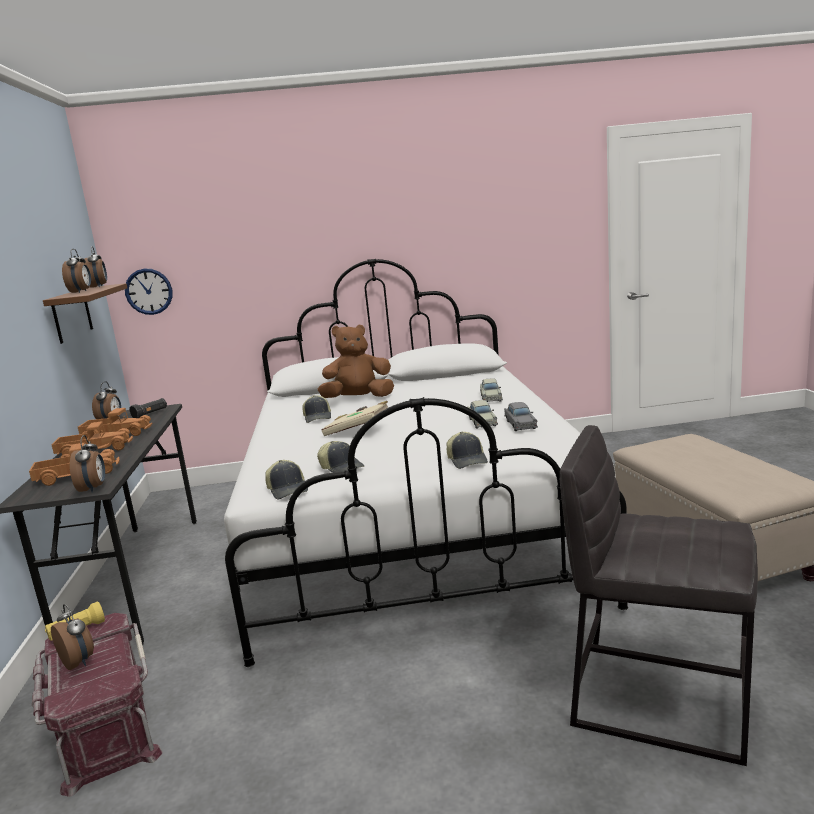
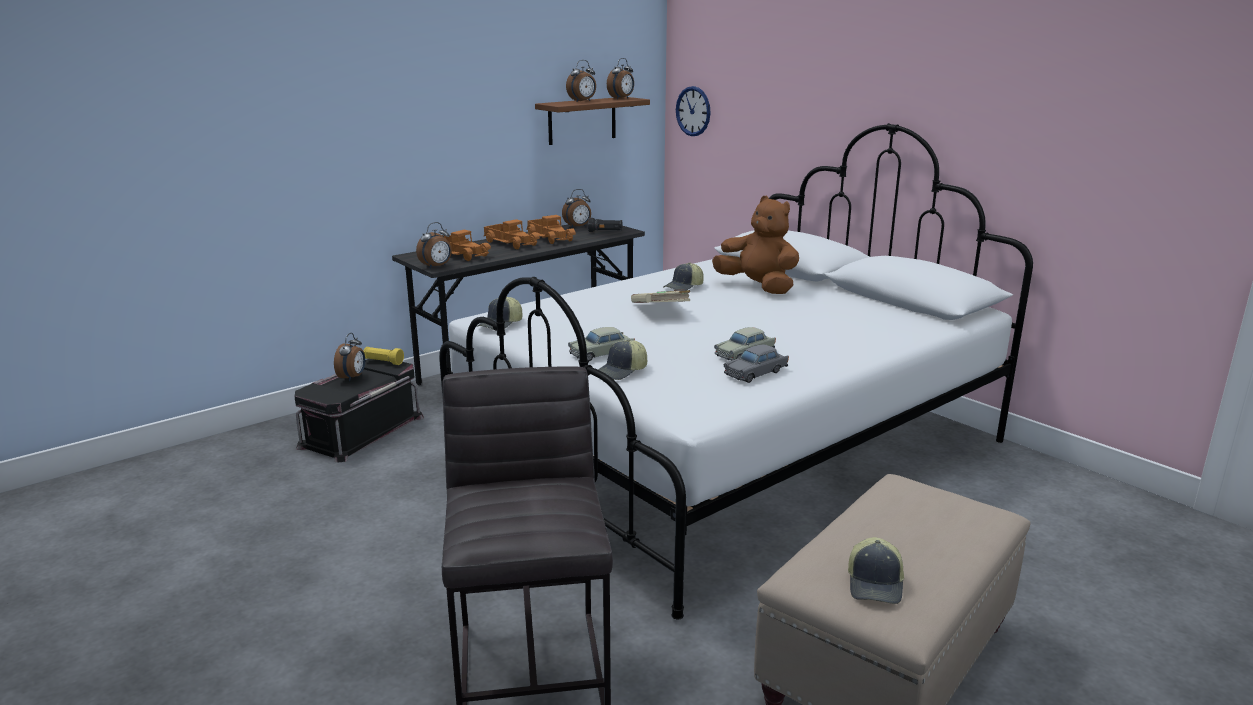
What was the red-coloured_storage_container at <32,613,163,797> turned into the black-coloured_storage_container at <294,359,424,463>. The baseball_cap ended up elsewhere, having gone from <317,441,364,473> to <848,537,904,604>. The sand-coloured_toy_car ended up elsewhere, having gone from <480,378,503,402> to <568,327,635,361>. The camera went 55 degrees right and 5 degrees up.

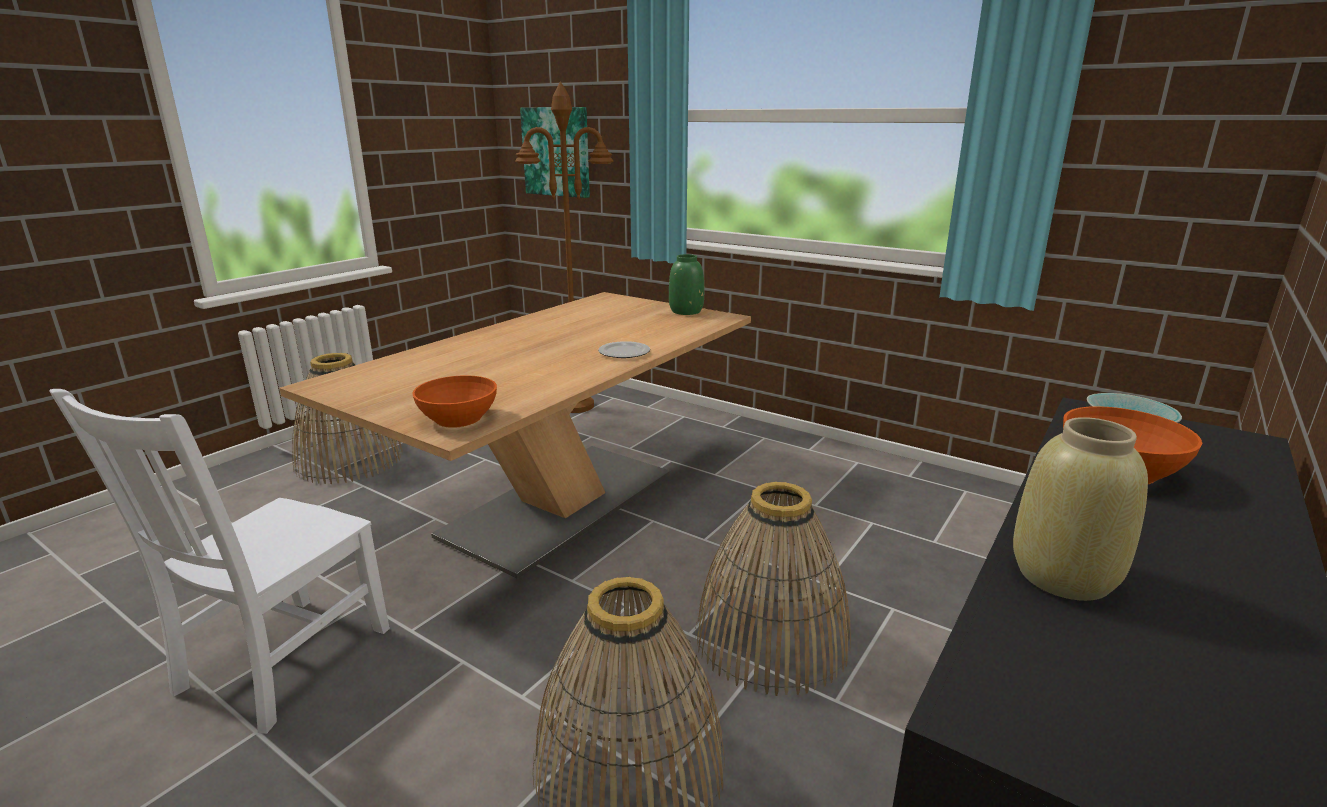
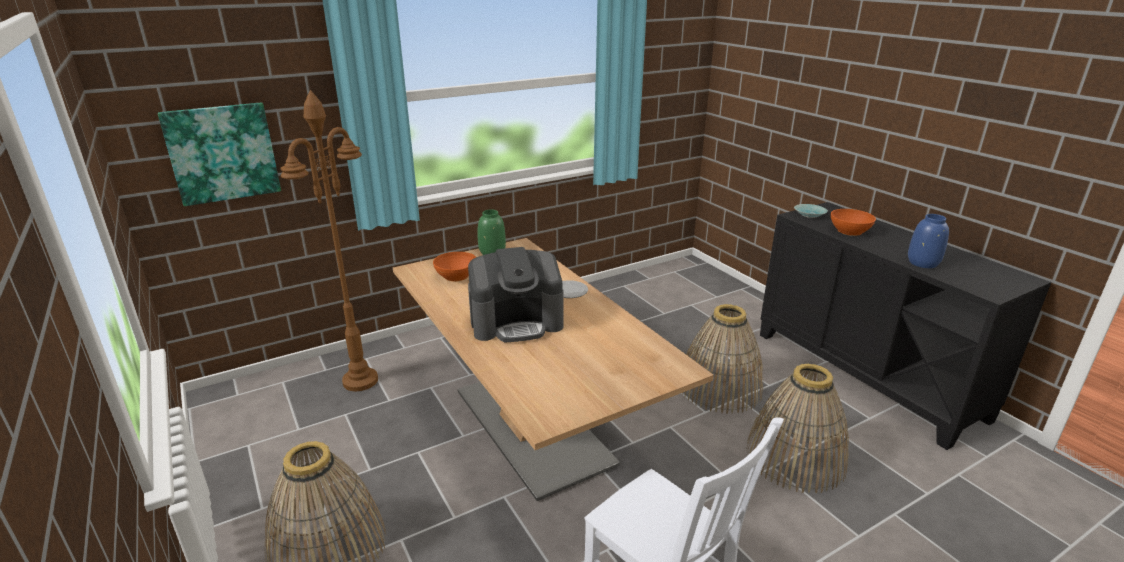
The orangey_deep_dish ended up elsewhere, having gone from <412,375,497,428> to <433,252,476,281>. What was the sand-coloured_decorative_vase at <1013,417,1148,601> turned into the blue_decorative_vase at <908,214,949,268>. The second view gained the coffee_maker at <468,247,563,343>. The camera went 65 degrees left and 5 degrees up.

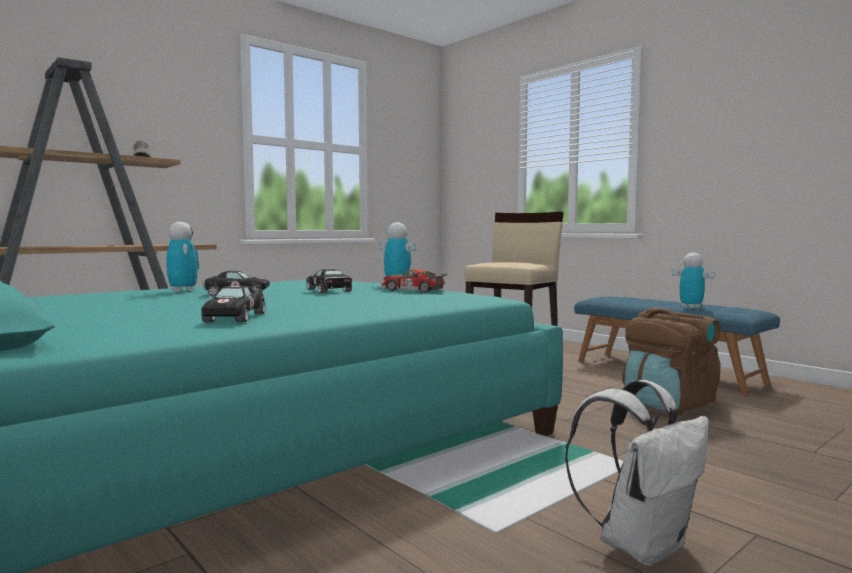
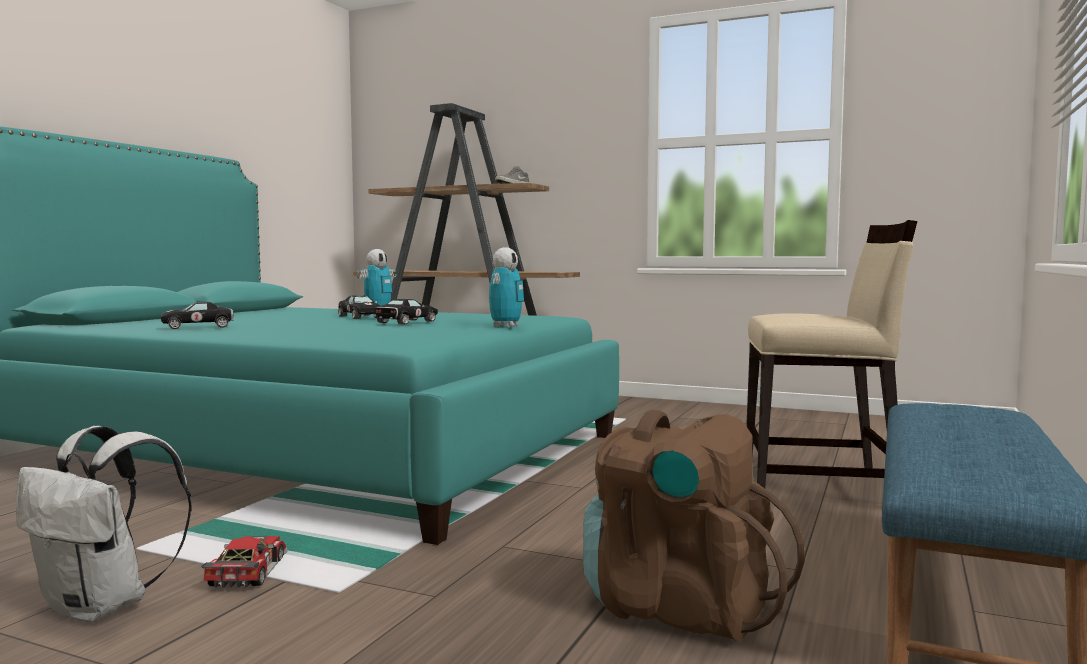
The toy_car ended up elsewhere, having gone from <379,269,447,293> to <202,536,288,588>. The second view lost the model_robot at <672,253,715,308>. The camera went 65 degrees right and 0 degrees up.

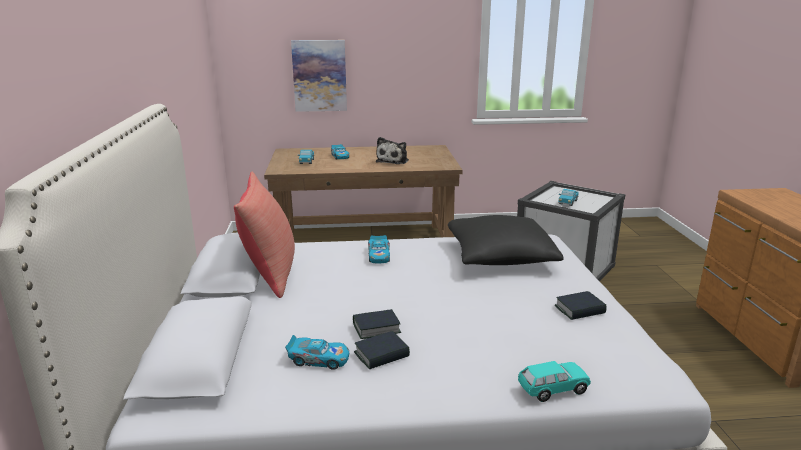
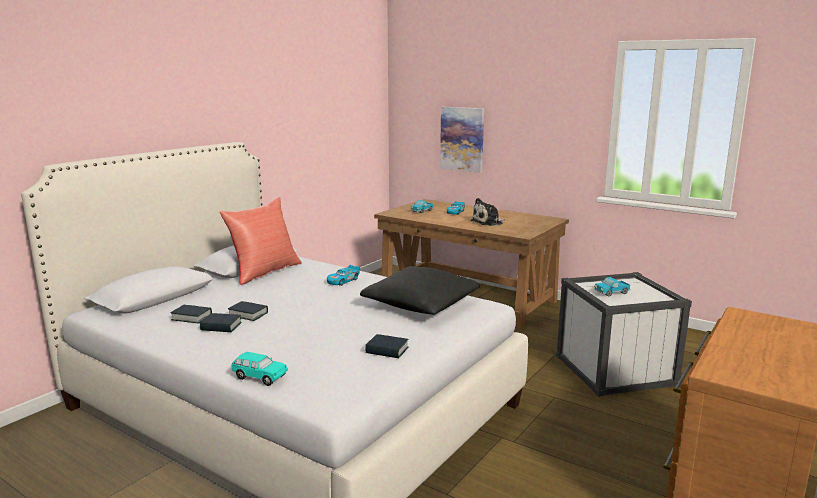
Where the toy_car stood at <285,335,349,370>, the book came to stand at <170,305,212,324>. The camera went 40 degrees right and 5 degrees down.

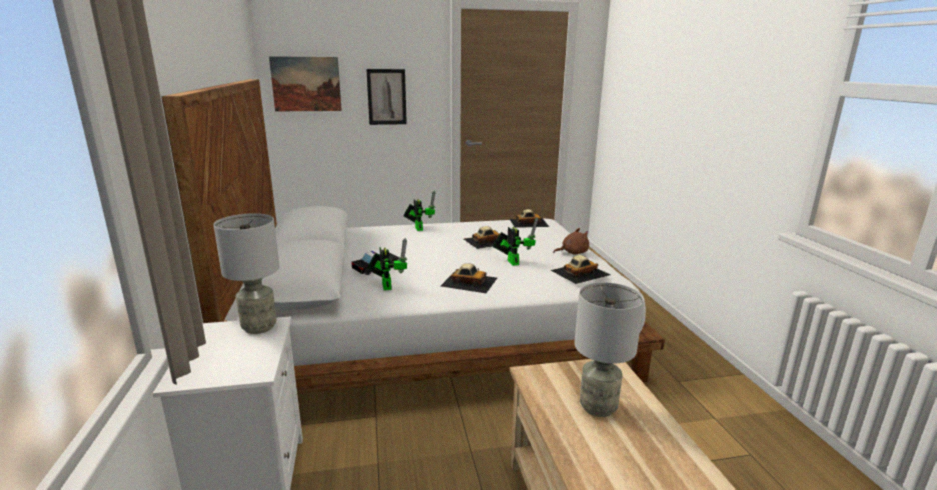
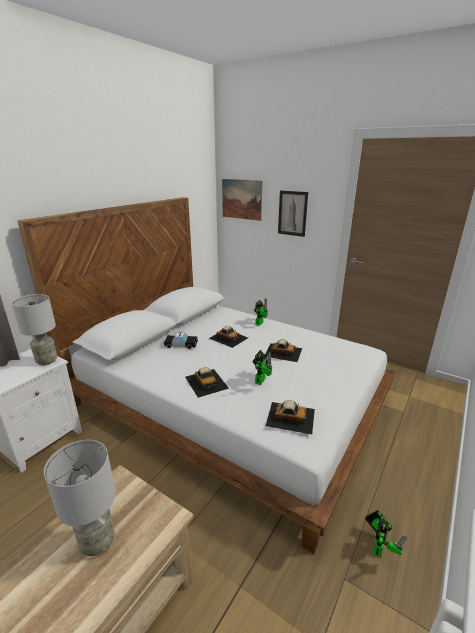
The model_robot ended up elsewhere, having gone from <367,238,407,290> to <365,510,407,557>. The toy_car ended up elsewhere, having gone from <510,209,549,228> to <209,326,248,348>. The second view lost the brownish_cuddly_toy at <553,228,589,255>. The camera went 45 degrees right and 5 degrees up.

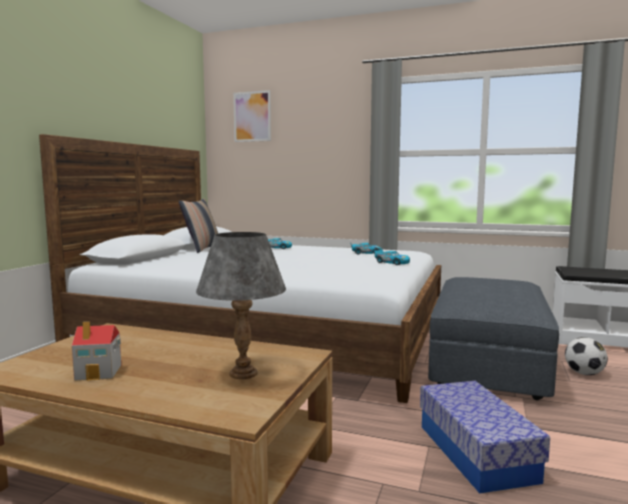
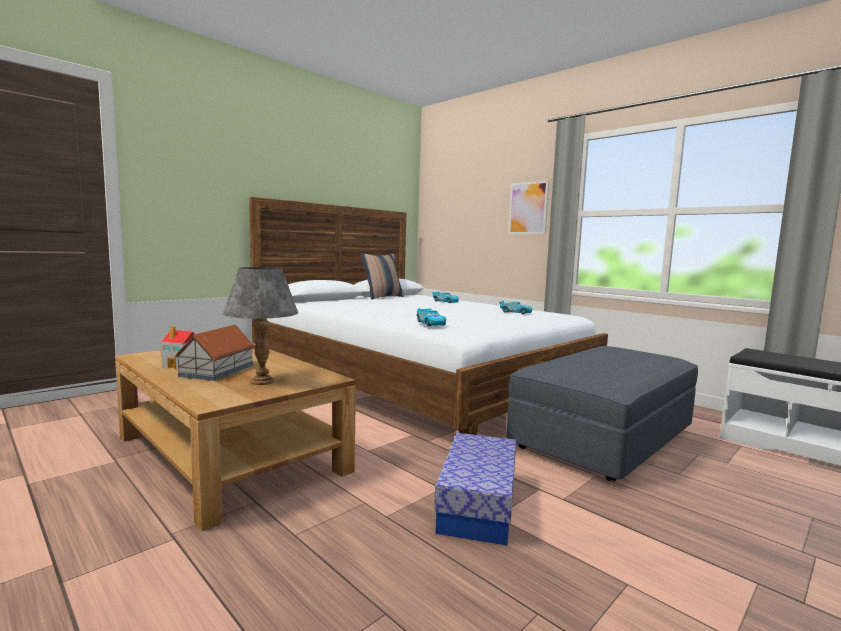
The wall_picture ended up elsewhere, having gone from <233,90,271,142> to <508,180,549,234>. The toy_car ended up elsewhere, having gone from <374,249,410,265> to <417,308,446,326>. The second view lost the football_ball at <565,337,608,375>. The second view gained the toy_house at <174,325,255,381>. The camera went 25 degrees right and 0 degrees up.

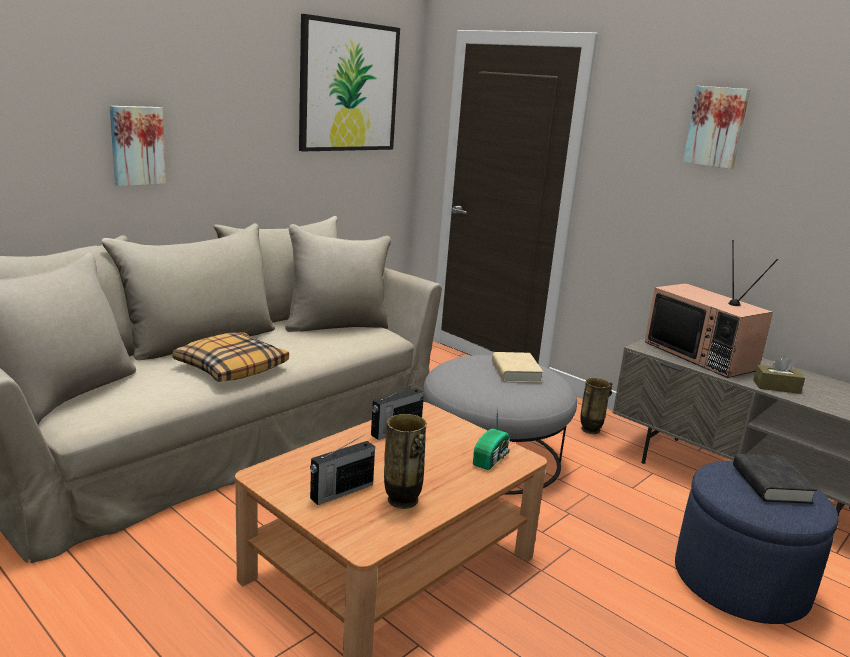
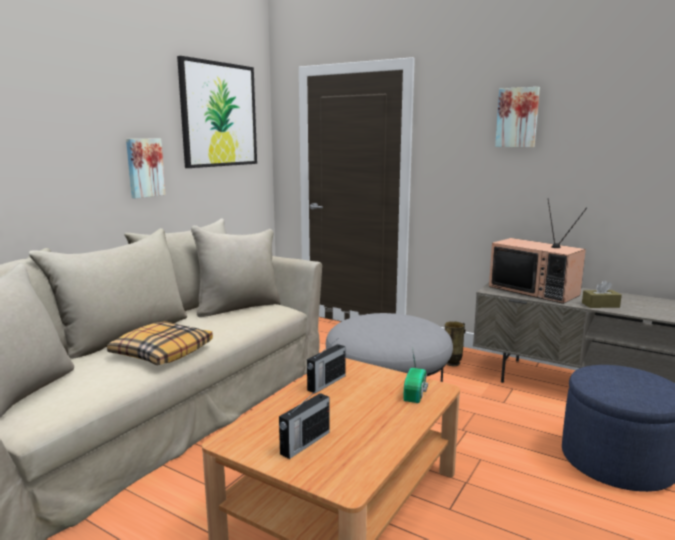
The wall_picture ended up elsewhere, having gone from <110,106,166,186> to <126,139,166,198>. The second view lost the decorative_vase at <384,414,427,509>. The second view lost the sand-coloured_book at <492,352,543,383>. The second view lost the black-coloured_book at <733,454,817,504>. The camera went 10 degrees left and 5 degrees down.

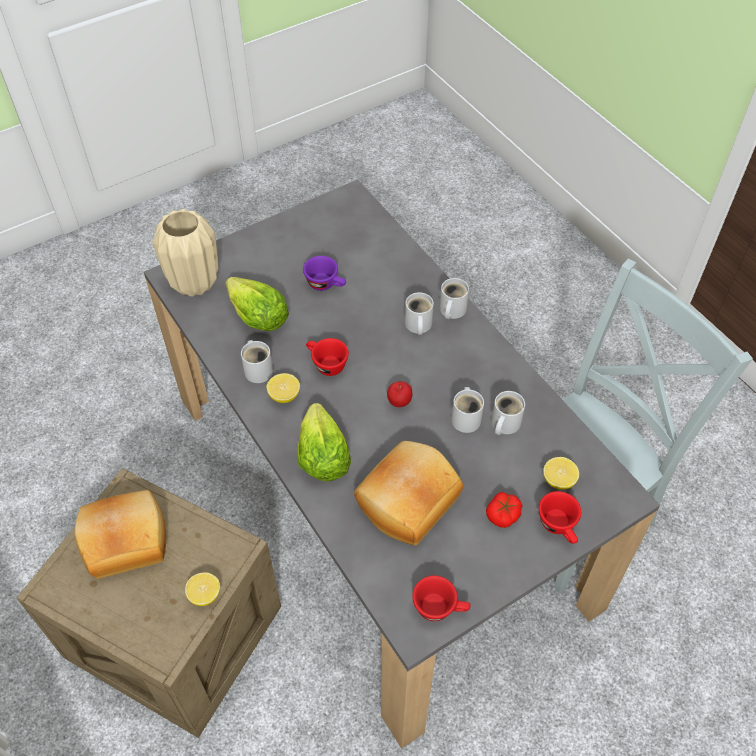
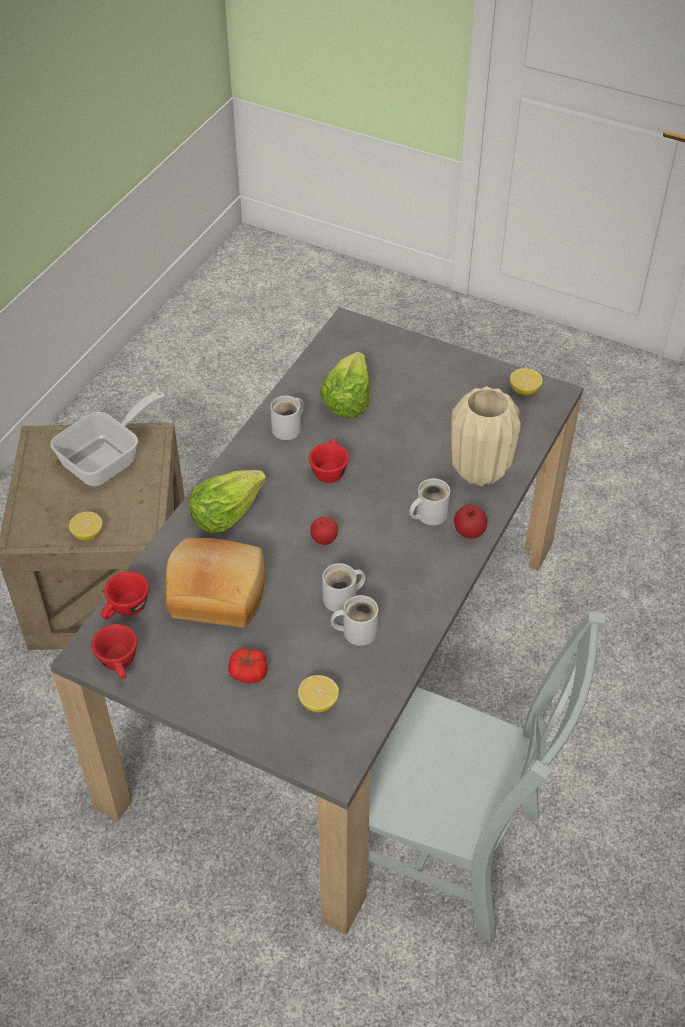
Where the baked_bread stood at <75,490,166,579>, the skillet came to stand at <50,392,166,486>. The sand-coloured_decorative_vase ended up elsewhere, having gone from <152,209,218,297> to <451,386,521,486>. The whole_lemon ended up elsewhere, having gone from <267,373,300,403> to <510,368,543,395>. The second view lost the purple_small_cup at <303,256,346,291>. Where the whitish_coffee_mug stood at <440,278,469,319>, the apple_fruit came to stand at <454,505,487,538>. The red-coloured_small_cup ended up elsewhere, having gone from <539,491,581,544> to <101,571,149,619>. The camera went 60 degrees right and 5 degrees down.

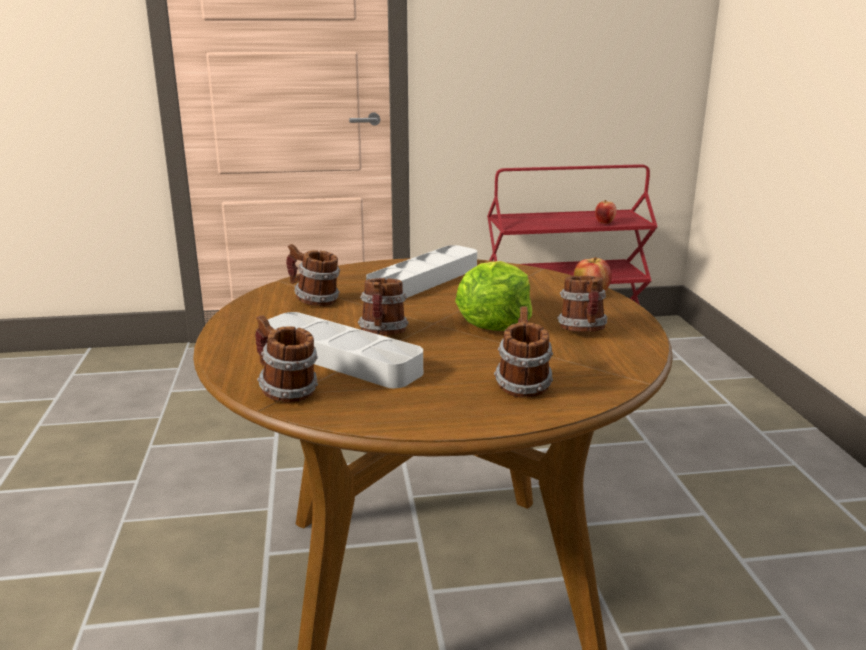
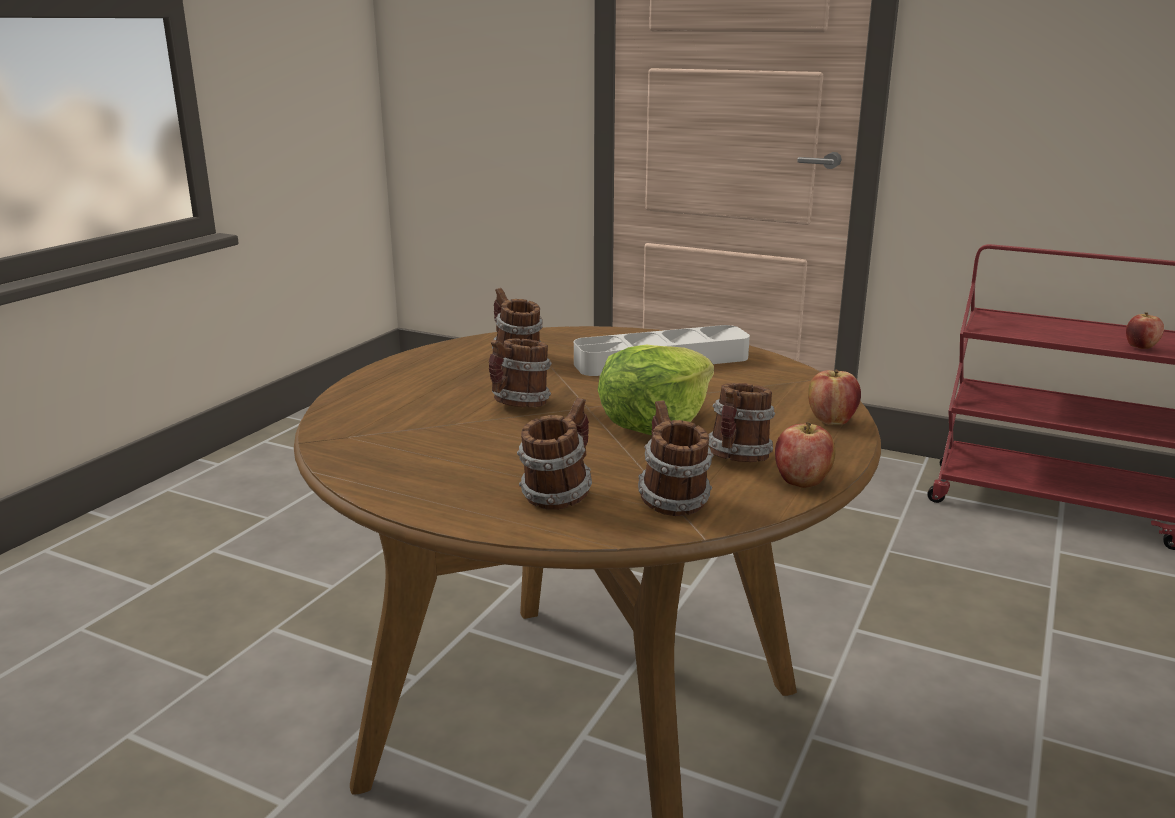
The coffee_mug ended up elsewhere, having gone from <255,315,318,403> to <638,400,714,516>. The second view lost the gray_serving_tray at <267,312,423,388>. The second view gained the apple_fruit at <775,422,836,488>. The camera went 35 degrees right and 0 degrees up.

